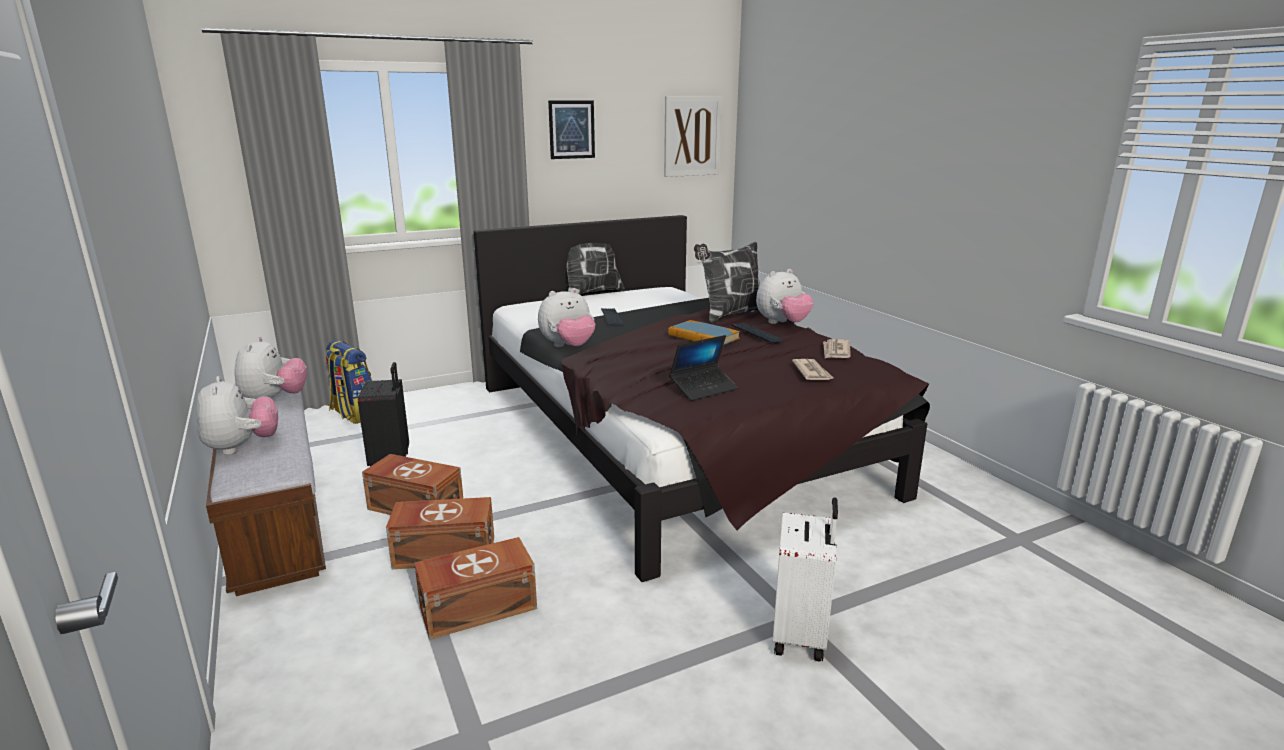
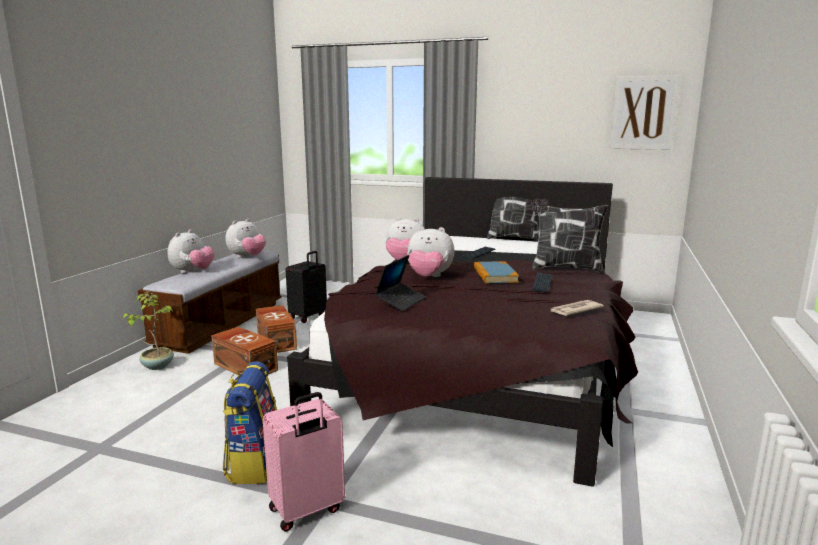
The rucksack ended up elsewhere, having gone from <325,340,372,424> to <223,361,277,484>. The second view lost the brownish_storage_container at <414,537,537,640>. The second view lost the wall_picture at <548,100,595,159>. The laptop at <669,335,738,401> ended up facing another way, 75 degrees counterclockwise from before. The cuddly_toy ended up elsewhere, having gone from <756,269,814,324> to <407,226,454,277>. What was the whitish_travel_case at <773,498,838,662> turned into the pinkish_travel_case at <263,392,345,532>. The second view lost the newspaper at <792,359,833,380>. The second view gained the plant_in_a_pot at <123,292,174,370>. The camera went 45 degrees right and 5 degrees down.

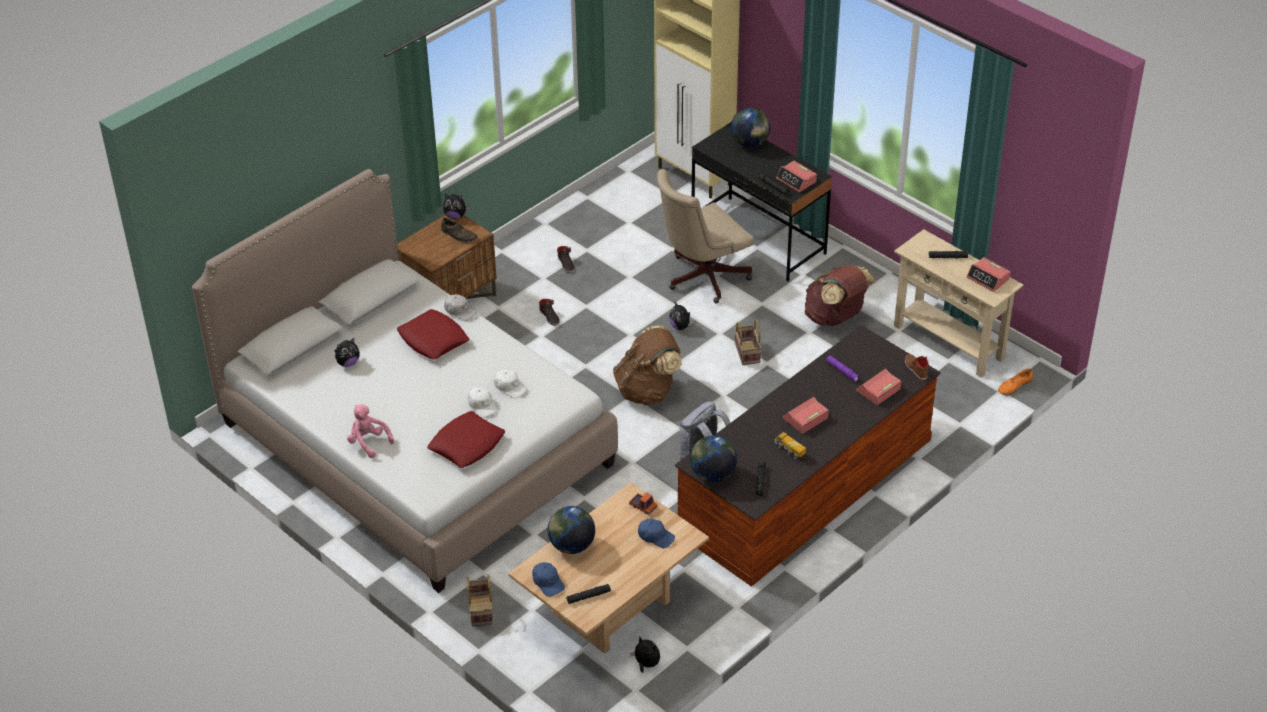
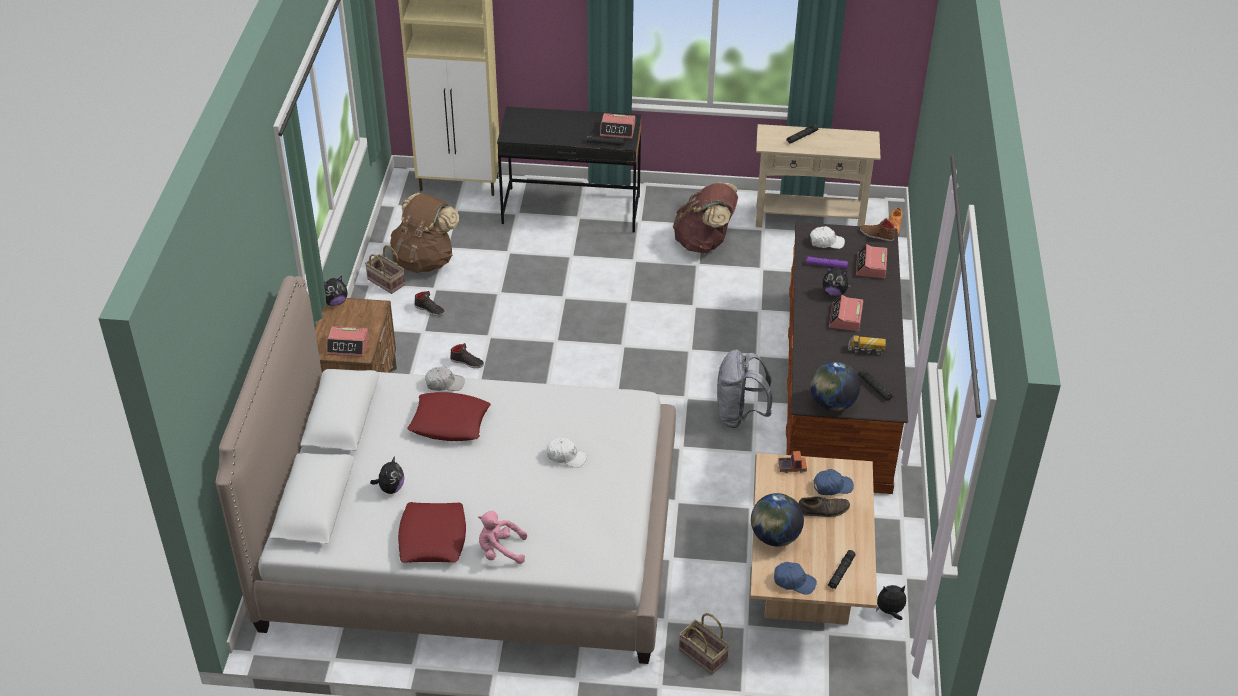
The red-coloured_throw_pillow ended up elsewhere, having gone from <427,411,505,468> to <398,502,466,563>. The brownish_item_of_footwear ended up elsewhere, having gone from <441,218,478,243> to <798,496,850,517>. The whitish_baseball_cap ended up elsewhere, having gone from <494,370,527,398> to <810,226,845,249>. The brownish_rucksack ended up elsewhere, having gone from <613,326,682,405> to <390,192,459,273>. The second view lost the sand-coloured_office_chair at <657,169,754,303>. The cuddly_toy ended up elsewhere, having gone from <669,302,692,330> to <823,267,852,296>. The second view lost the world_globe at <731,108,770,147>. The storage_basket ended up elsewhere, having gone from <735,319,762,365> to <365,245,405,294>. The alarm_clock ended up elsewhere, having gone from <967,257,1010,292> to <326,326,369,357>. The camera went 40 degrees left and 0 degrees up.

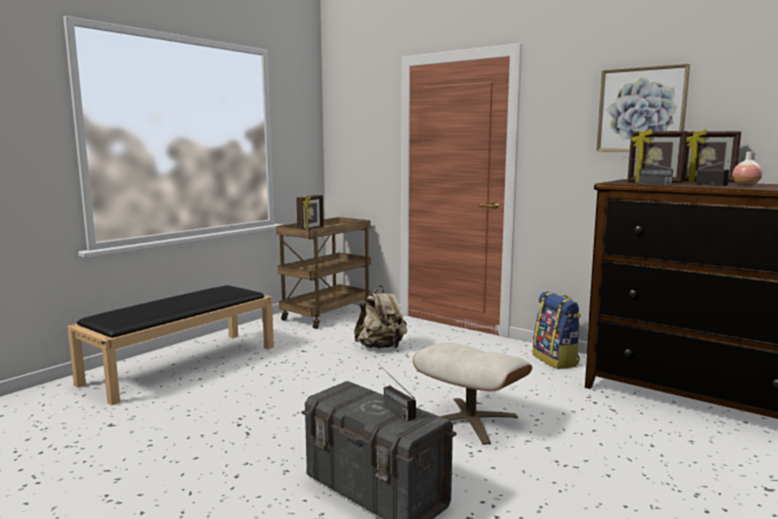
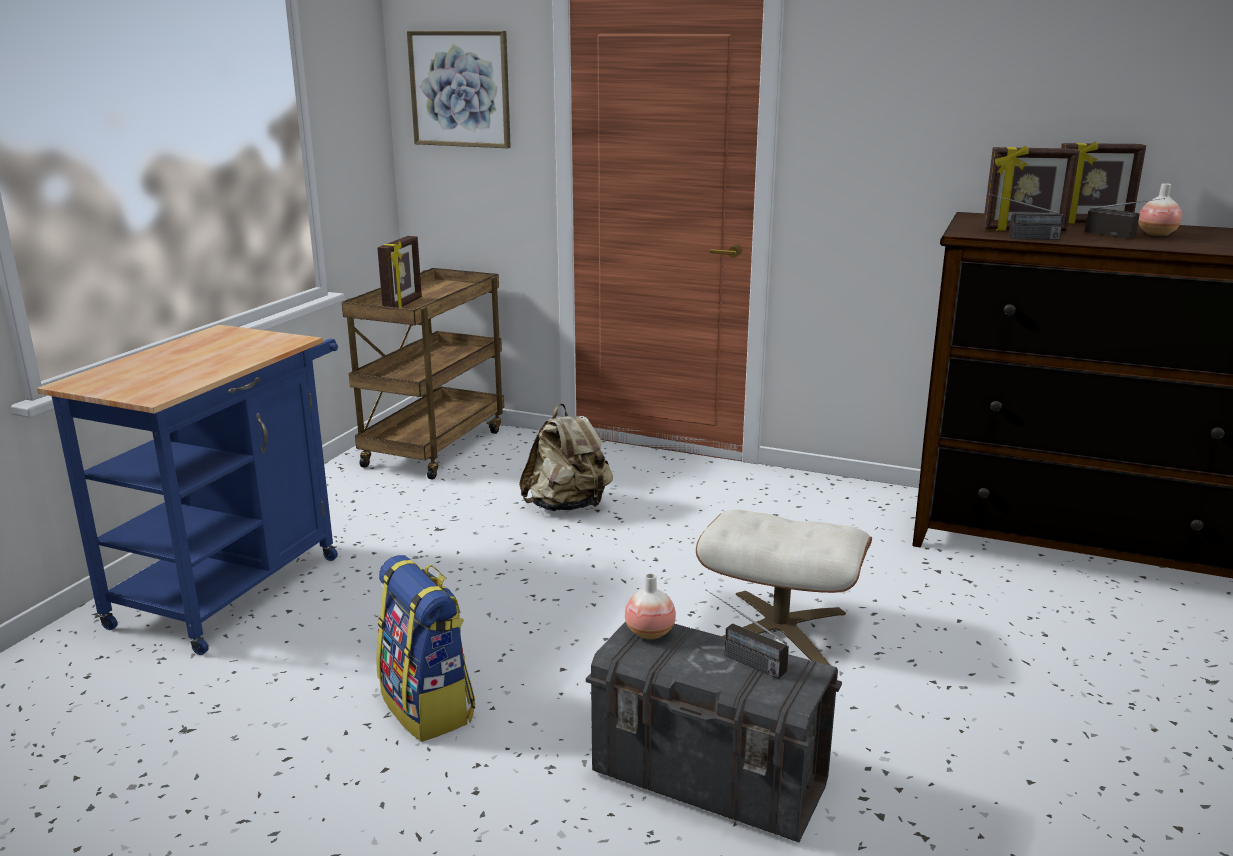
Where the black-coloured_bench stood at <67,285,274,405>, the blue_wheeled_cart came to stand at <37,325,338,655>. The rucksack ended up elsewhere, having gone from <532,292,581,369> to <376,555,475,742>. The wall_picture ended up elsewhere, having gone from <596,64,690,152> to <407,31,511,148>. The second view gained the decorative_vase at <625,573,676,640>. The camera went 15 degrees left and 10 degrees up.

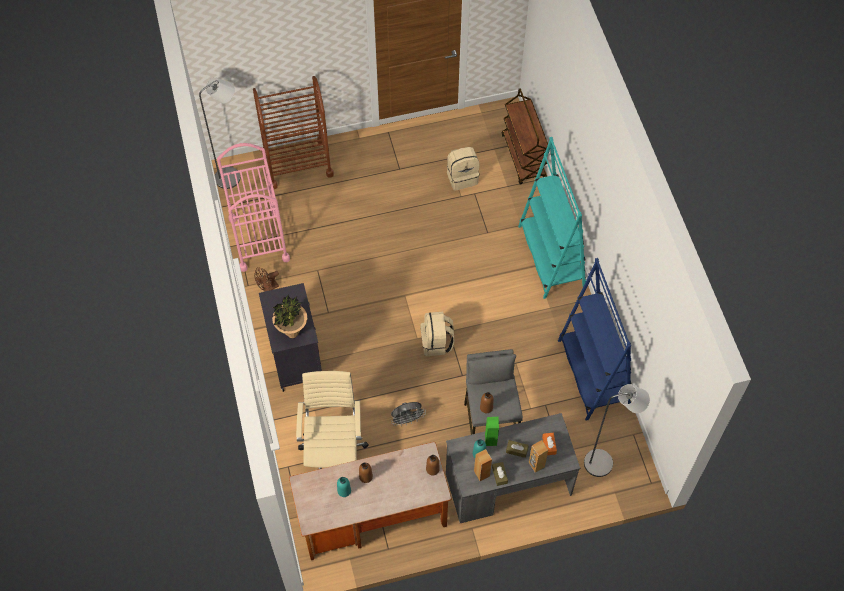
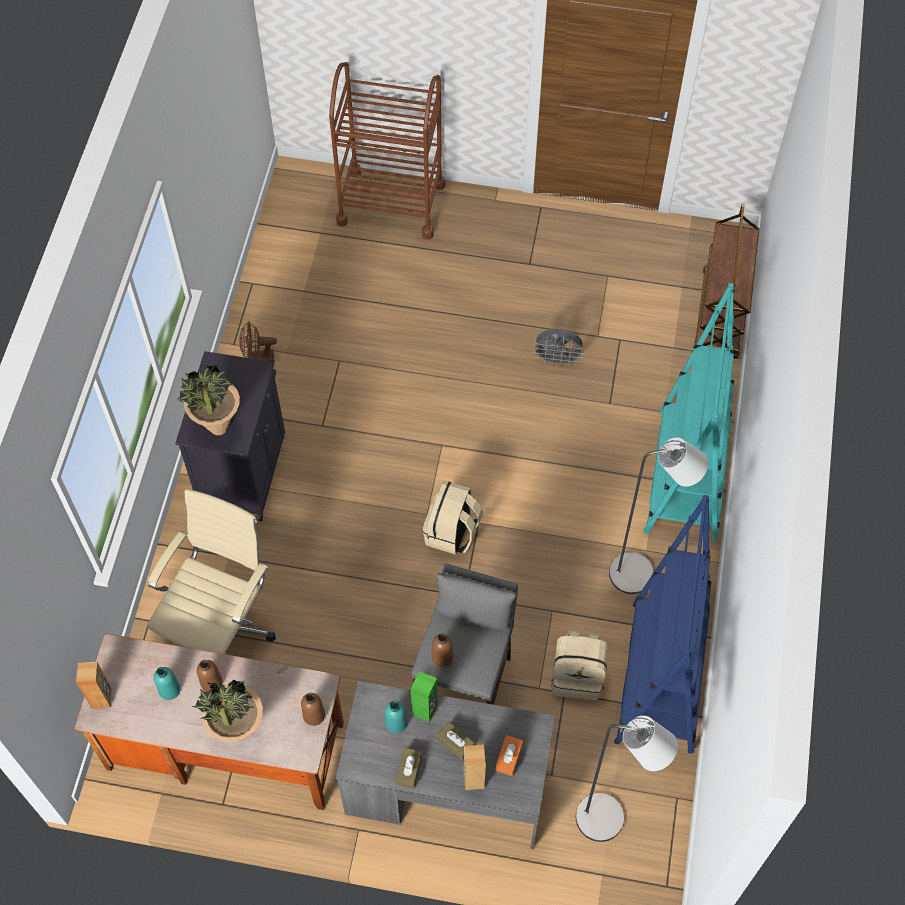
The gray_standing_lamp ended up elsewhere, having gone from <199,77,240,189> to <609,437,708,594>. The second view lost the pinkish_wheeled_cart at <217,143,290,272>. The gray_electric_fan ended up elsewhere, having gone from <391,402,426,426> to <532,329,585,367>. The sand-coloured_rucksack ended up elsewhere, having gone from <447,147,480,190> to <551,631,608,700>. The brownish_speaker ended up elsewhere, having gone from <474,449,492,481> to <76,662,112,709>. The second view gained the plant_in_a_pot at <192,680,263,742>. The camera went 25 degrees right and 0 degrees up.

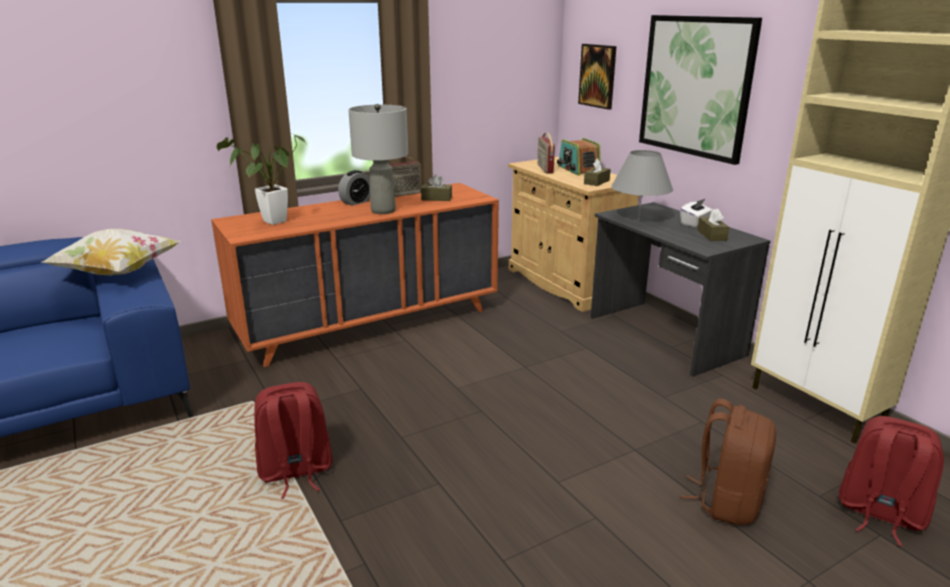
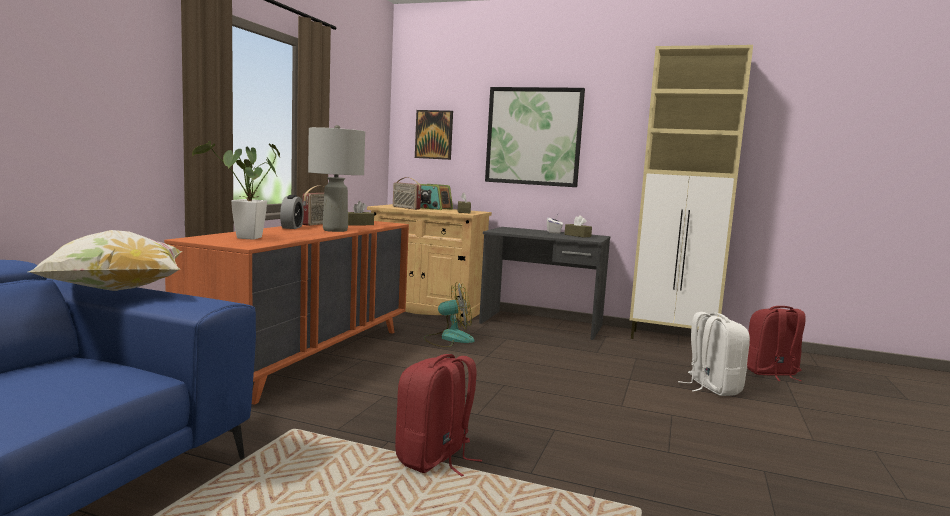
The second view lost the gray_tabletop_lamp at <611,150,673,220>. What was the brownish_rucksack at <680,399,776,525> turned into the whitish_rucksack at <678,312,750,396>. The second view gained the electric_fan at <424,282,474,347>. The camera went 40 degrees left and 15 degrees down.

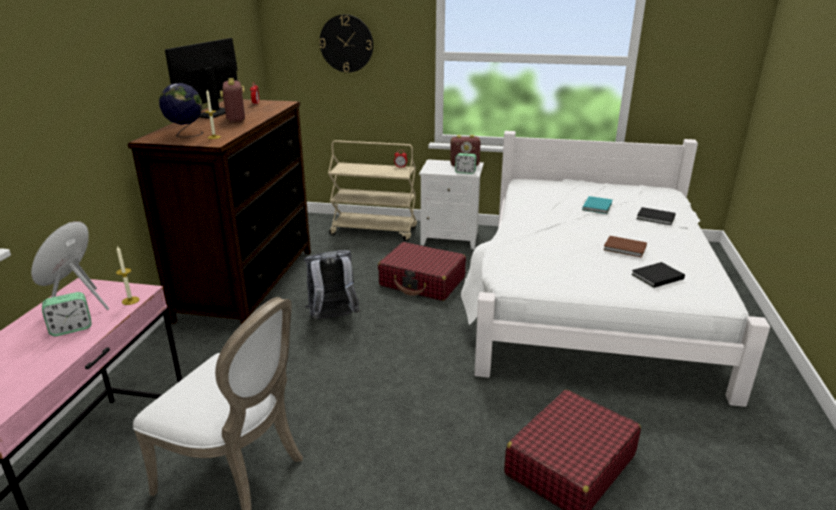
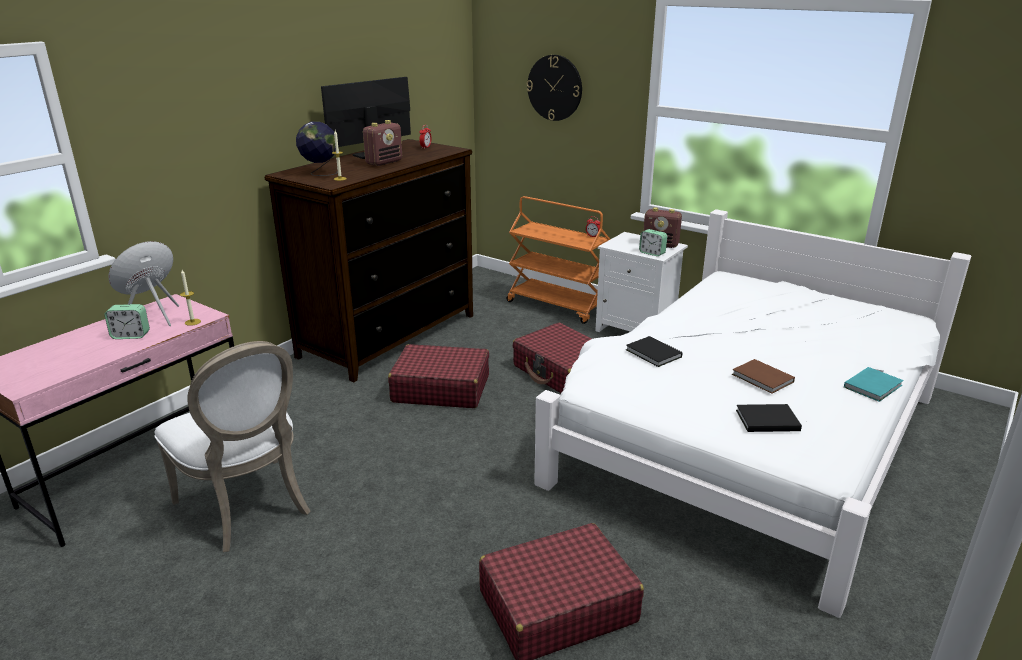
The radio at <220,78,245,123> ended up facing another way, 150 degrees counterclockwise from before. Where the gray_rucksack stood at <304,250,360,319>, the red-coloured_travel_case came to stand at <388,344,489,408>. What was the sand-coloured_wheeled_cart at <328,140,417,241> turned into the orangey_wheeled_cart at <506,196,610,324>. The turquoise_book ended up elsewhere, having gone from <582,196,612,214> to <844,367,904,402>. The black-coloured_book ended up elsewhere, having gone from <637,207,676,225> to <626,336,683,367>. The camera went 25 degrees right and 0 degrees up.

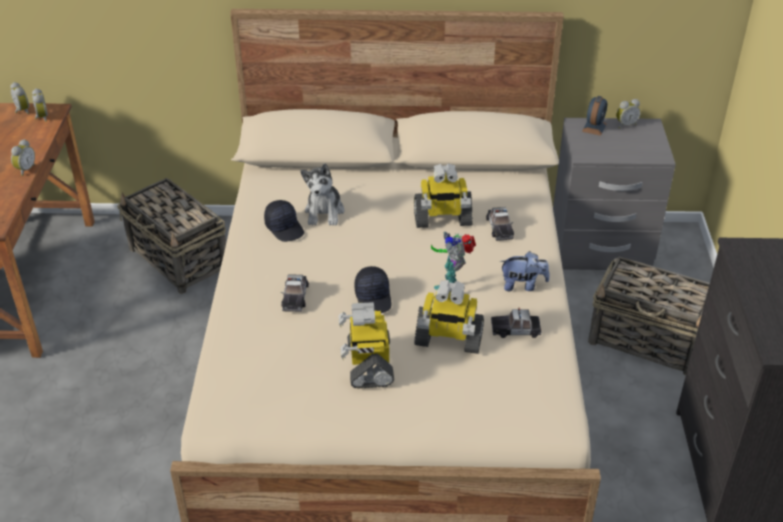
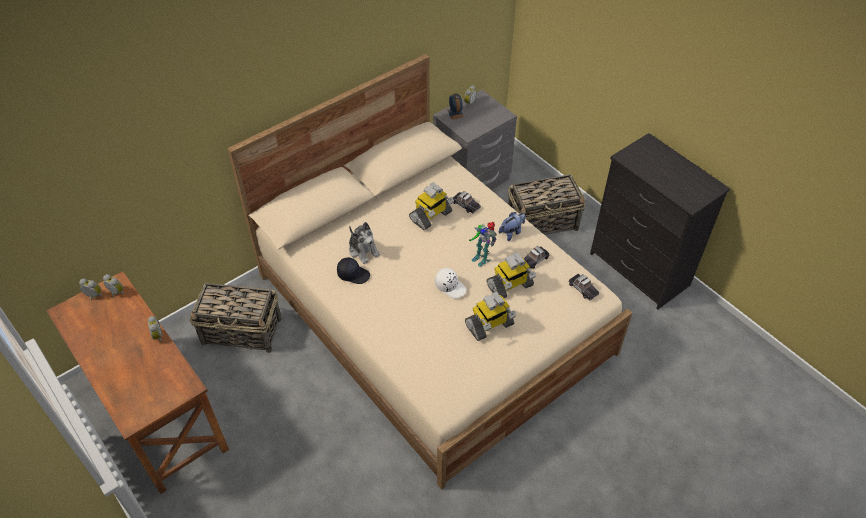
The toy_car ended up elsewhere, having gone from <281,274,309,312> to <568,274,599,301>. The model_robot at <339,302,394,389> ended up facing another way, 75 degrees counterclockwise from before. What was the black-coloured_baseball_cap at <354,266,391,313> turned into the whitish_baseball_cap at <435,268,466,298>. The camera went 40 degrees left and 10 degrees up.

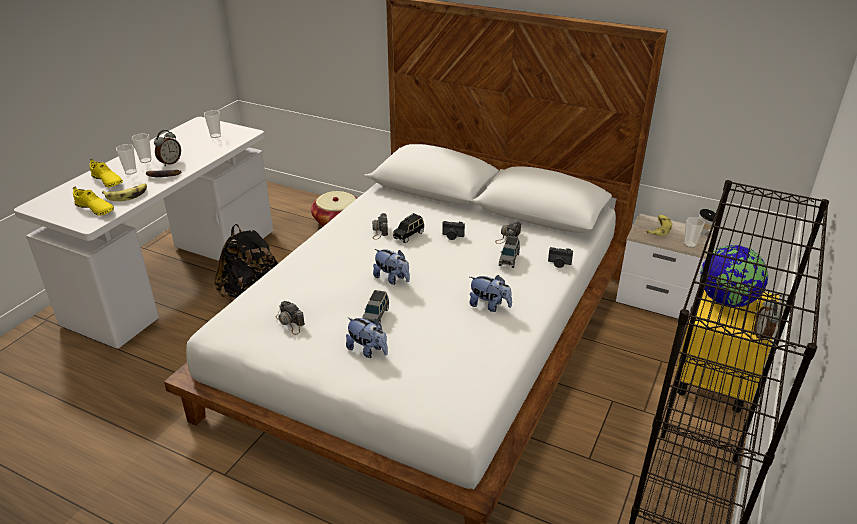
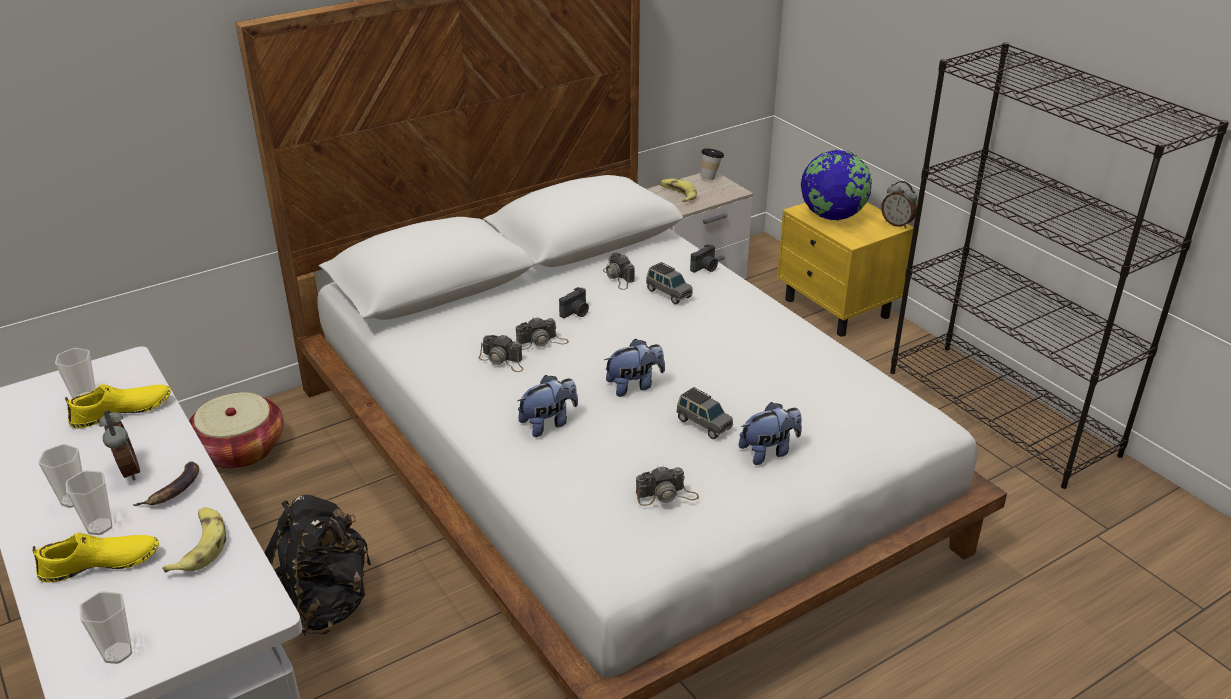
The yellow_item_of_footwear ended up elsewhere, having gone from <73,186,114,216> to <65,384,171,428>. Where the black-coloured_toy_car stood at <393,213,424,243>, the photo_camera came to stand at <516,318,569,350>. The cuddly_toy ended up elsewhere, having gone from <469,275,512,312> to <518,375,578,437>. The small_cup ended up elsewhere, having gone from <684,217,705,248> to <79,591,132,664>. The camera went 60 degrees left and 0 degrees up.

